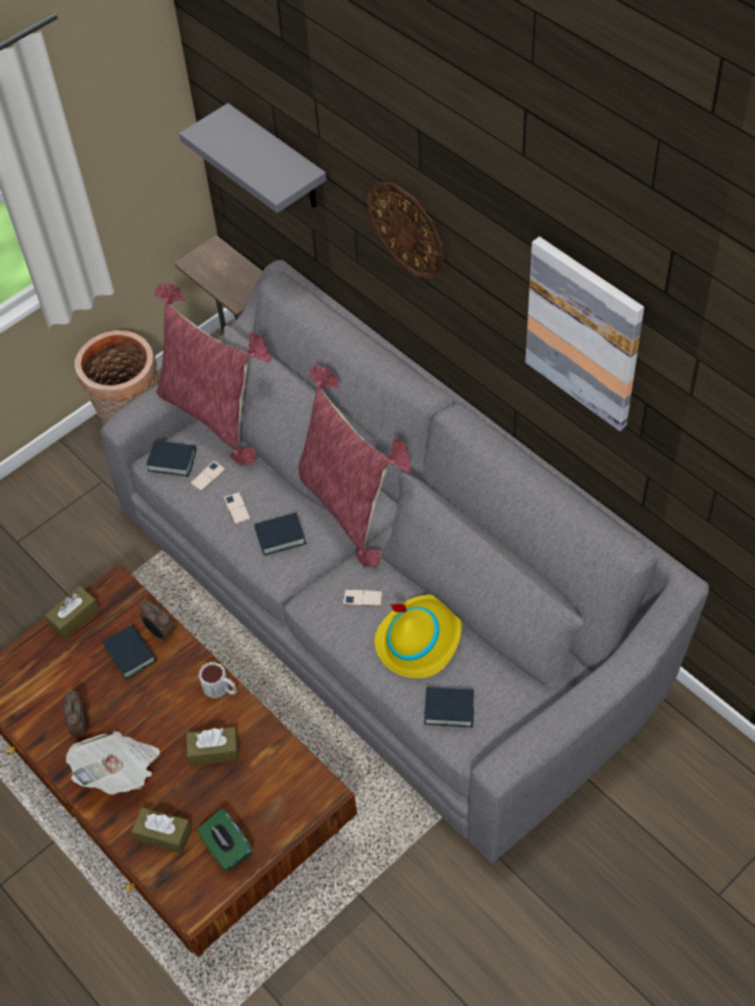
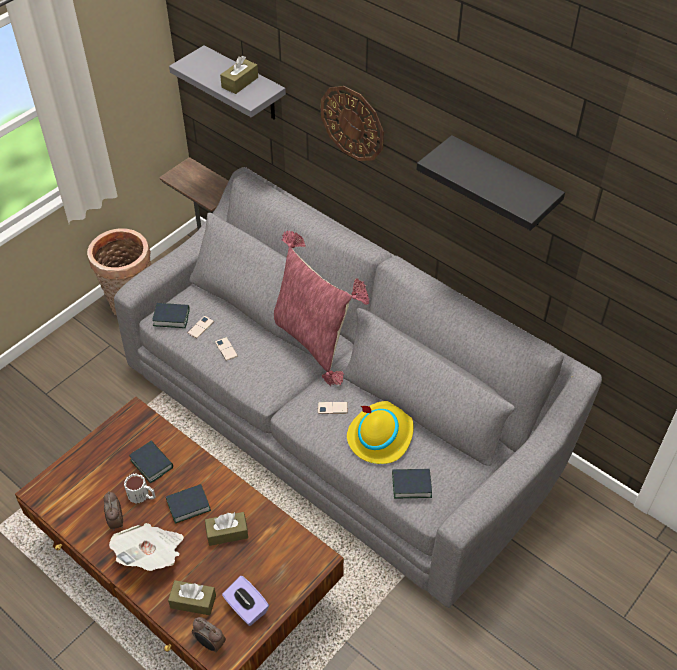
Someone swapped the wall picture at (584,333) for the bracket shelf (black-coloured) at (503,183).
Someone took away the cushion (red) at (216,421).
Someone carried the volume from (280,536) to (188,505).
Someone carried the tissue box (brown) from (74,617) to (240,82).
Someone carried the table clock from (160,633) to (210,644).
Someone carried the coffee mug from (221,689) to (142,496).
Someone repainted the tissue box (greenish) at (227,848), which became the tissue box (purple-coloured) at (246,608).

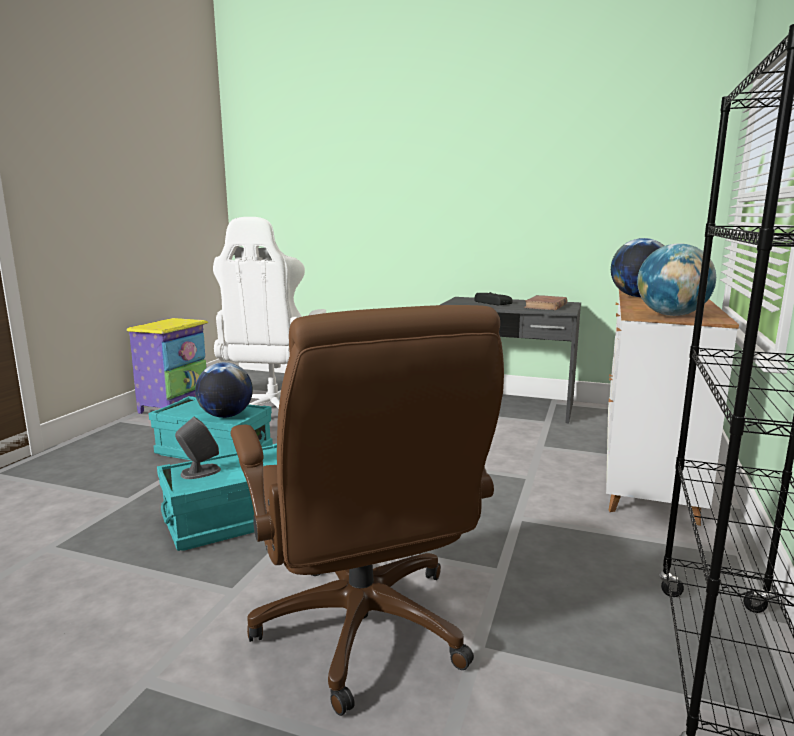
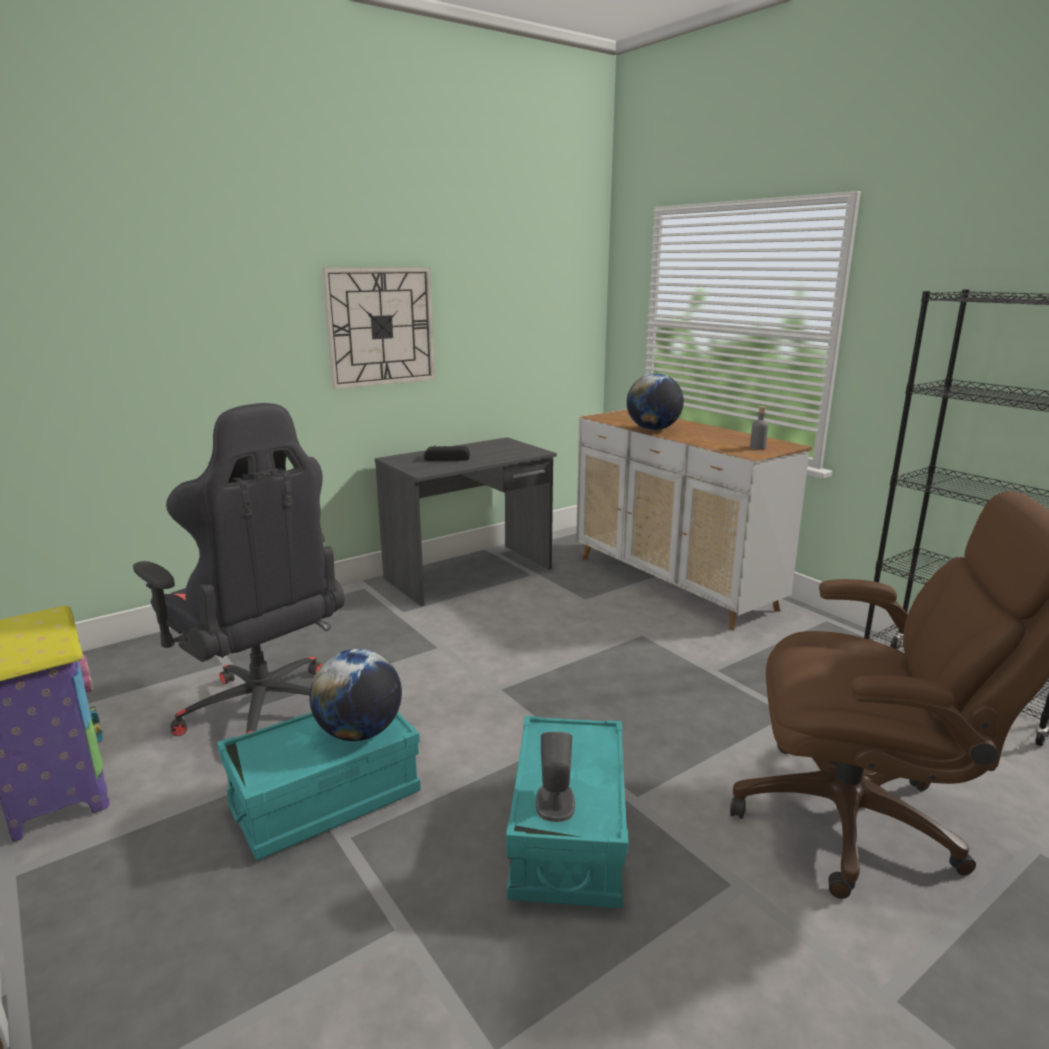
Someone repainted the computer chair (white-coloured) at (274,415), which became the computer chair (black-coloured) at (262,709).
Someone swapped the desk globe at (671,315) for the beverage bottle (greyish) at (757,447).
Someone took away the volume (brown) at (545,306).
Someone put up the wall clock at (381,327).

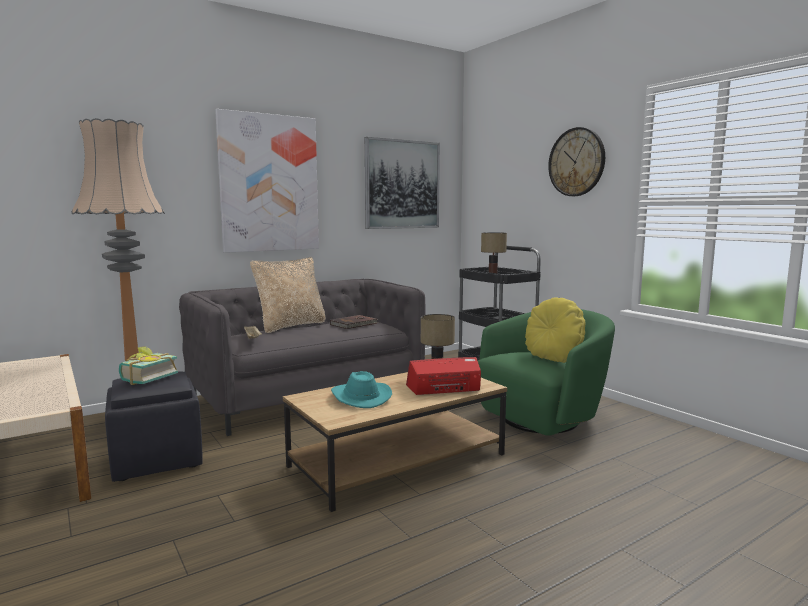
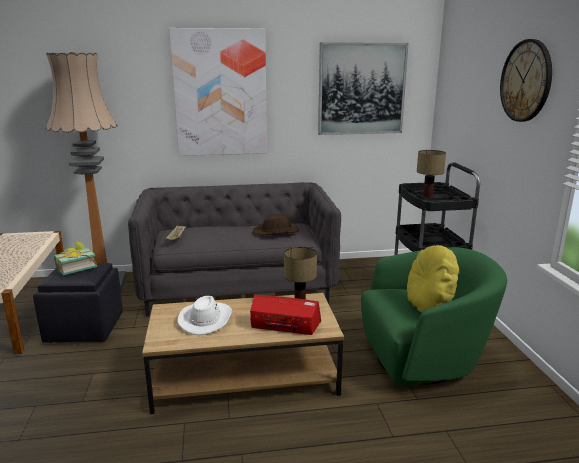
Someone took away the cushion (beige-coloured) at (292,327).
Someone swapped the volume (brown) at (354,324) for the wearable hat (brown) at (276,232).
Someone repainted the wearable hat (turquoise) at (360,397), which became the wearable hat (white-coloured) at (205,319).

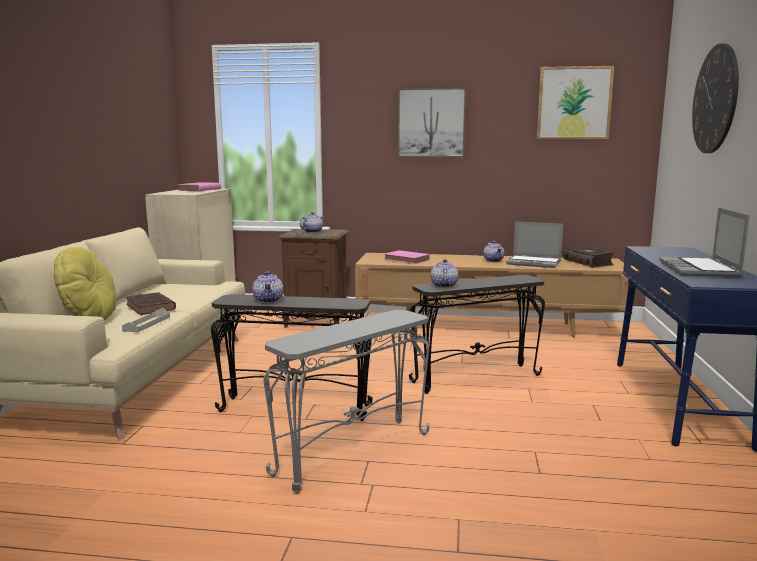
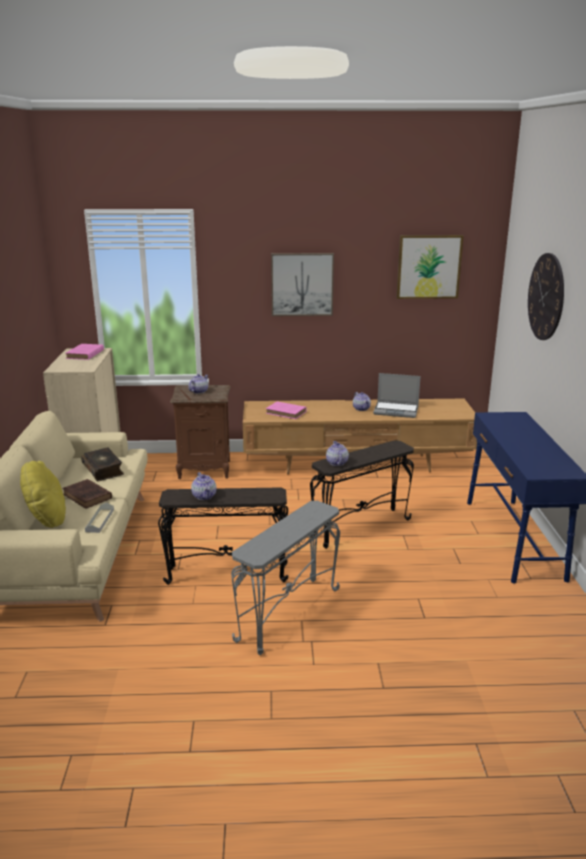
Someone took away the portable computer at (700,269).
Someone carried the volume from (588,262) to (103,470).

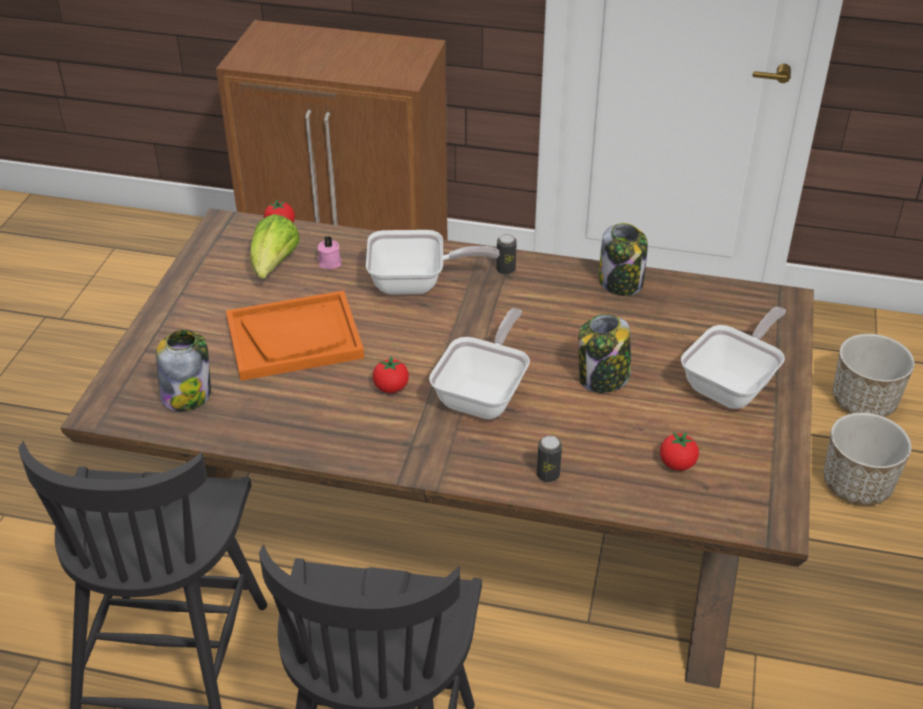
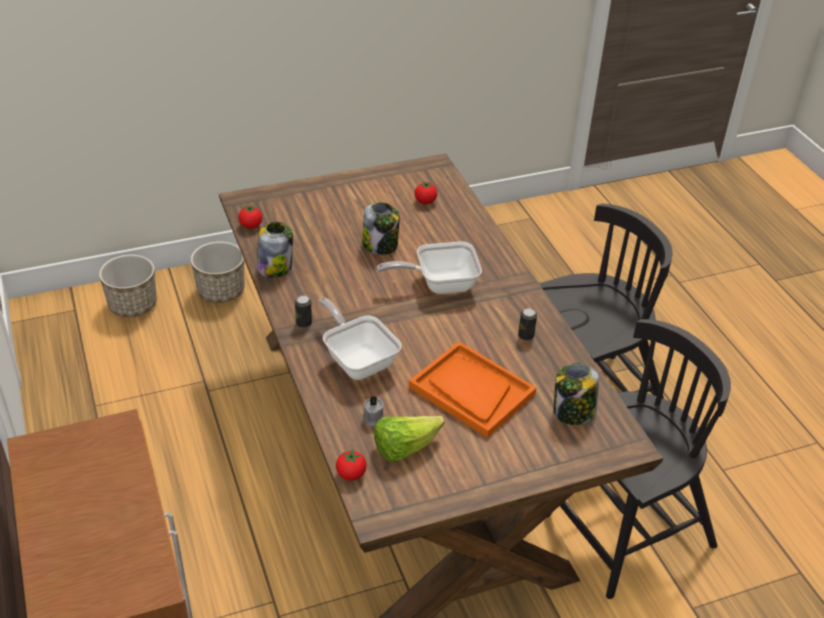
Someone repainted the candle (pink-coloured) at (329,262), which became the candle (greyish) at (372,418).
Someone took away the frying pan at (733,384).
Someone carried the fresh tomato from (391,388) to (251,226).
Someone carried the can from (548,475) to (525,336).

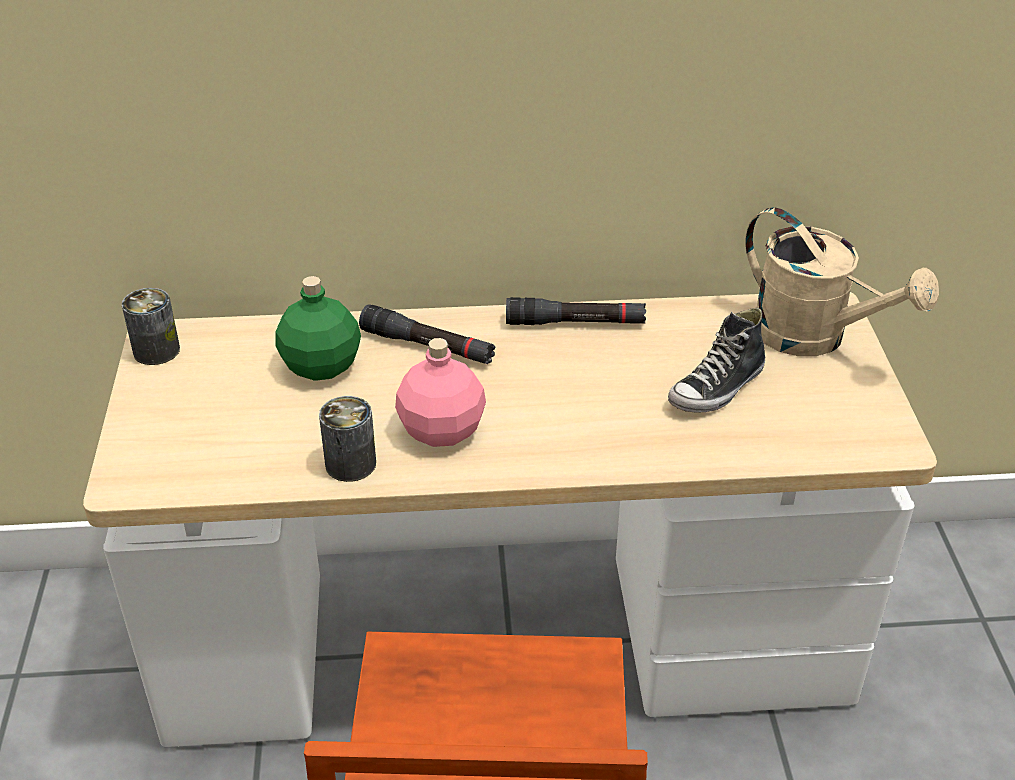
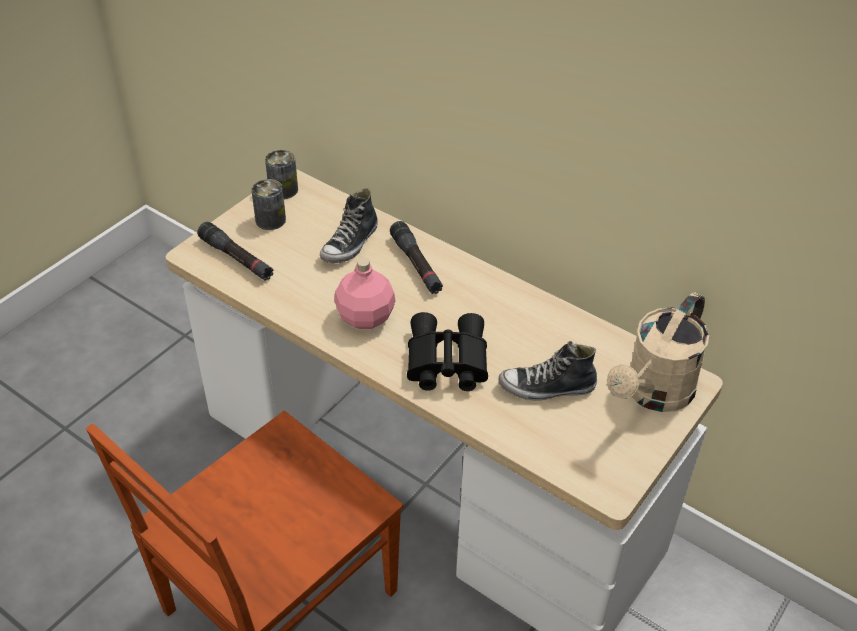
Someone rotated the watering can (beige-coloured) at (814,337) by 45 degrees clockwise.
Someone swapped the beverage bottle (greenish) at (322,365) for the shoe at (350,244).
Someone carried the torch (black-coloured) from (575,323) to (236,258).
Someone carried the can from (350,464) to (270,220).
Someone put down the pair of binoculars (black-coloured) at (445,362).

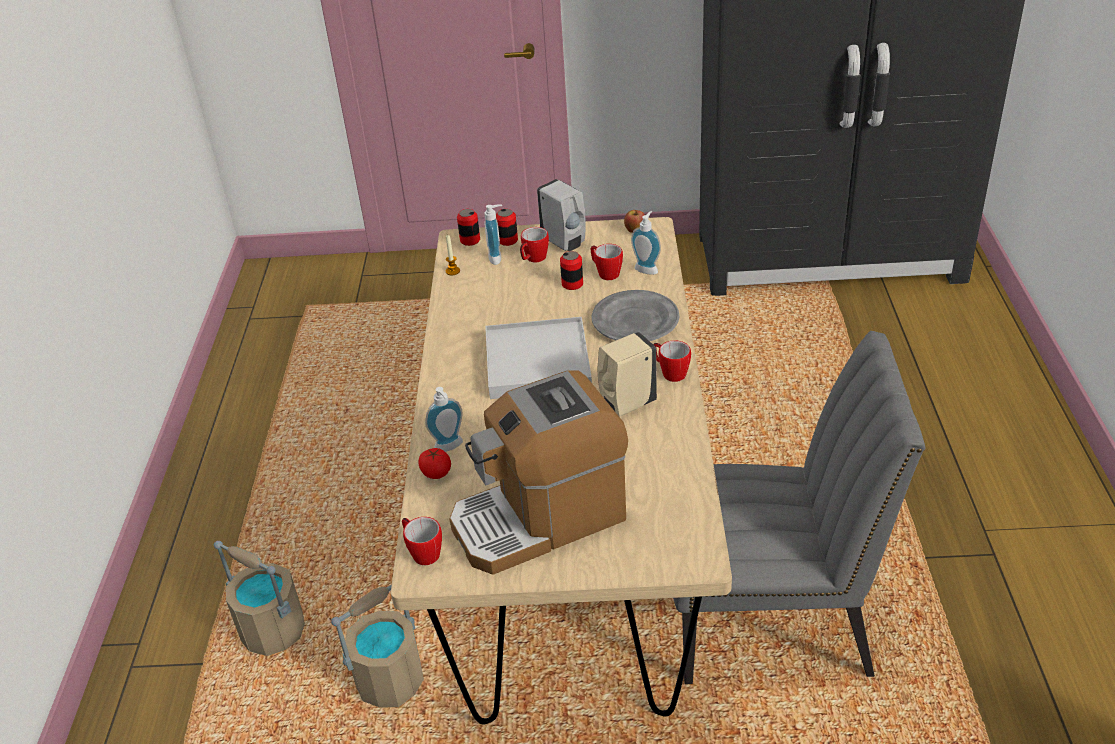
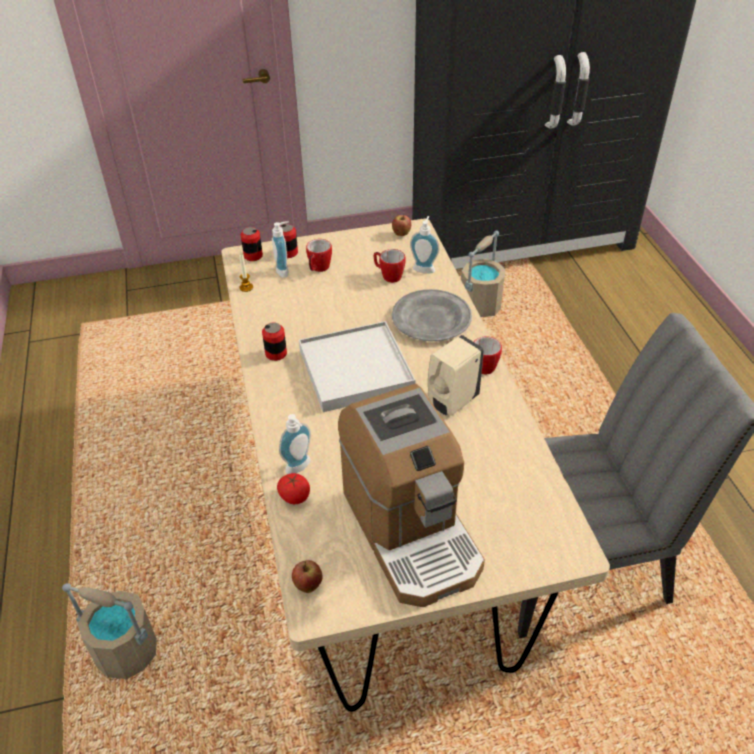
Someone took away the liquid soap bottle (white-coloured) at (564,242).
Someone carried the can from (572,284) to (276,354).
Someone rotated the coffee brewer at (540,518) by 75 degrees counterclockwise.
Someone swapped the coffee mug at (422,552) for the apple fruit at (308,586).
Someone carried the bucket (beige-coloured) from (390,680) to (480,305).

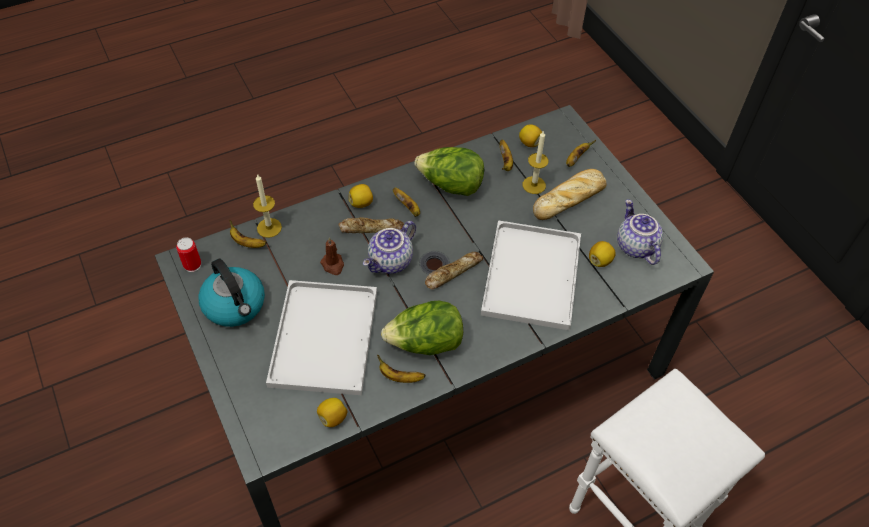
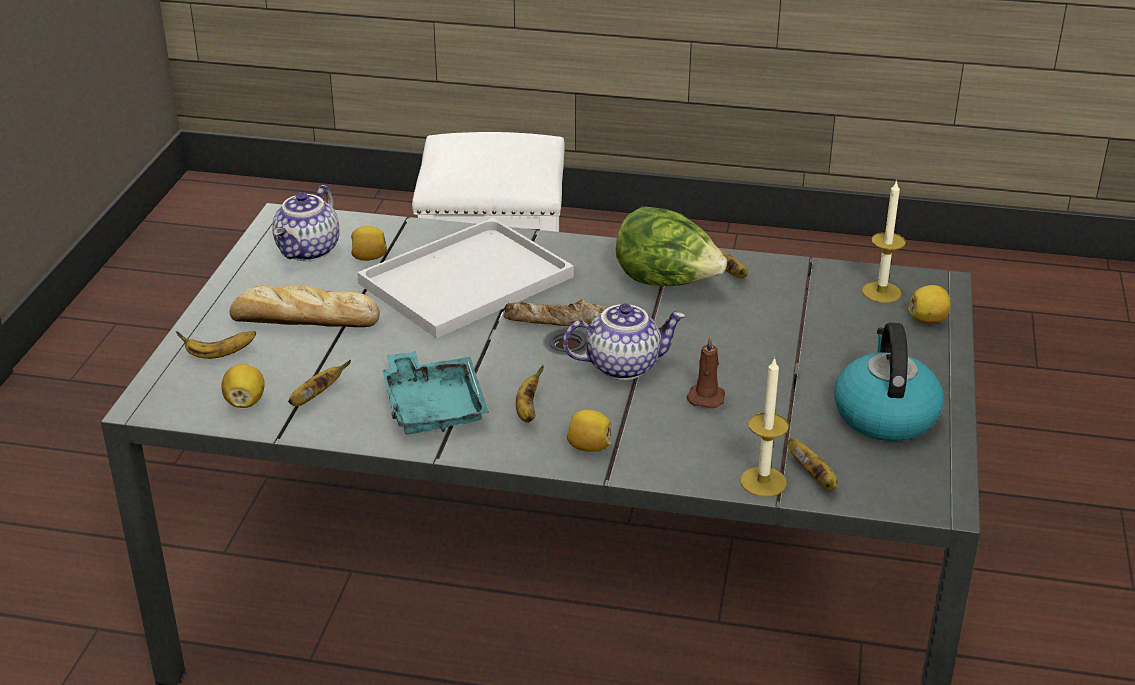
Someone carried the candle from (534,185) to (881,292).
Someone swapped the lettuce at (450,185) for the tray (turquoise) at (433,407).
Someone took away the bread at (371,228).
Someone took away the can at (192,265).
Someone took away the tray (white-coloured) at (325,340).
Someone carried the lemon from (332,418) to (928,320).

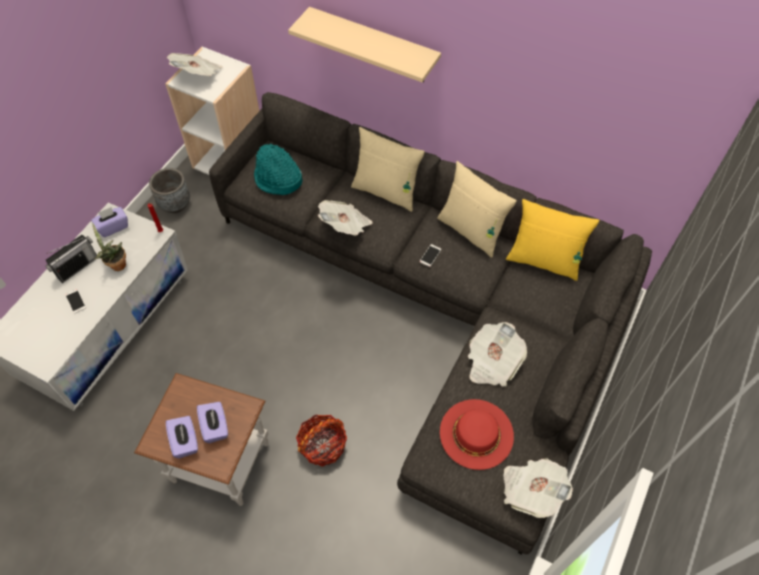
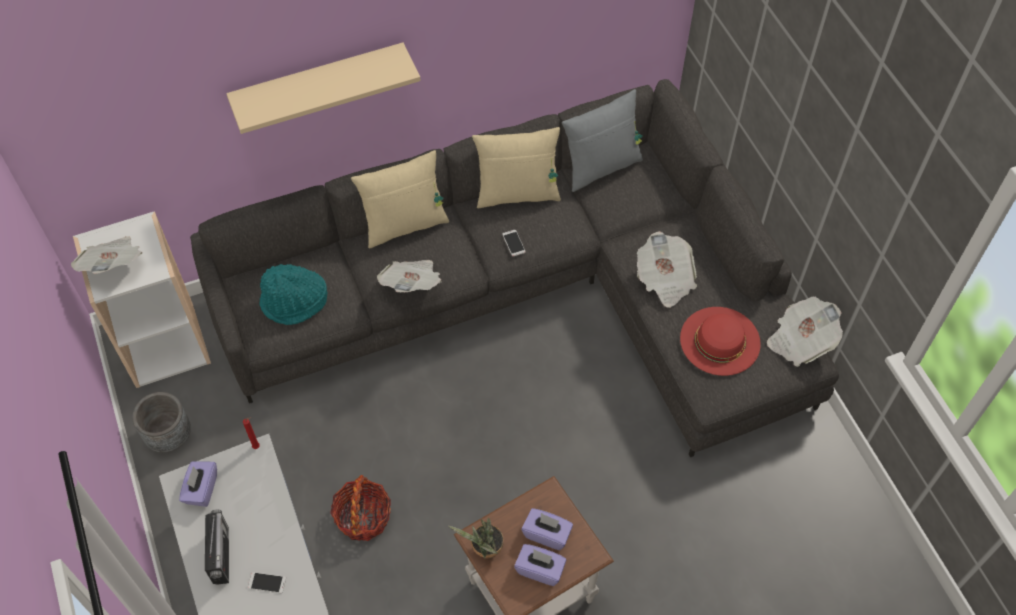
Someone repainted the cushion (yellowish) at (543,261), which became the cushion (greyish) at (601,168).
Someone carried the plant in a pot from (116,264) to (484,551).
Someone carried the storage basket from (323,445) to (363,517).

